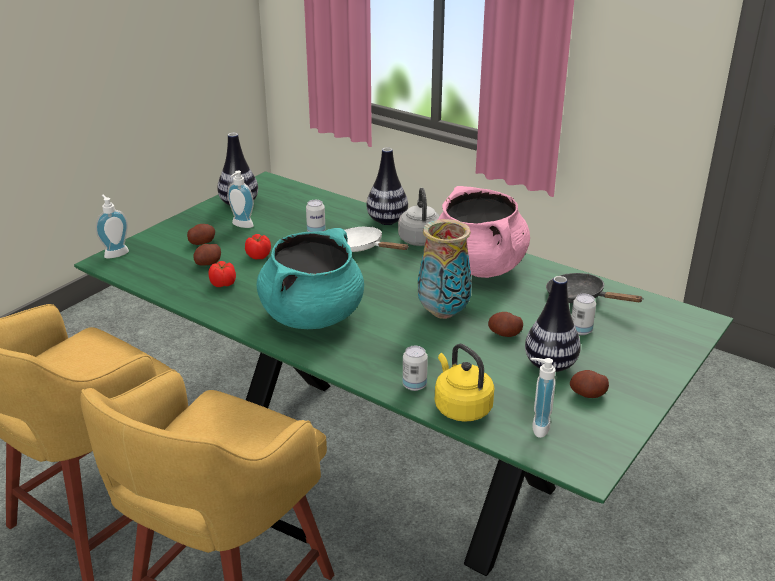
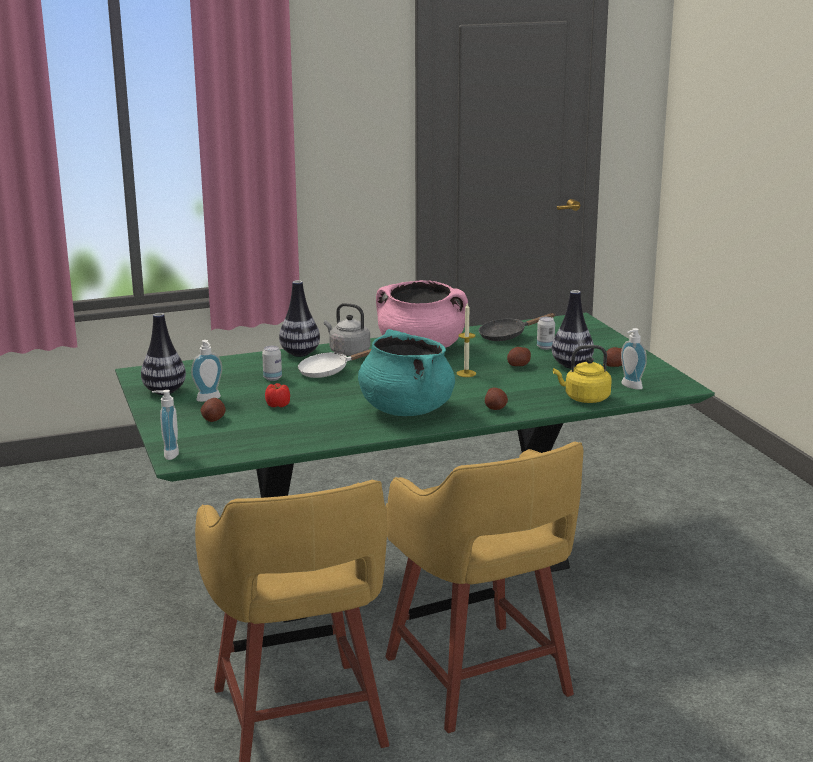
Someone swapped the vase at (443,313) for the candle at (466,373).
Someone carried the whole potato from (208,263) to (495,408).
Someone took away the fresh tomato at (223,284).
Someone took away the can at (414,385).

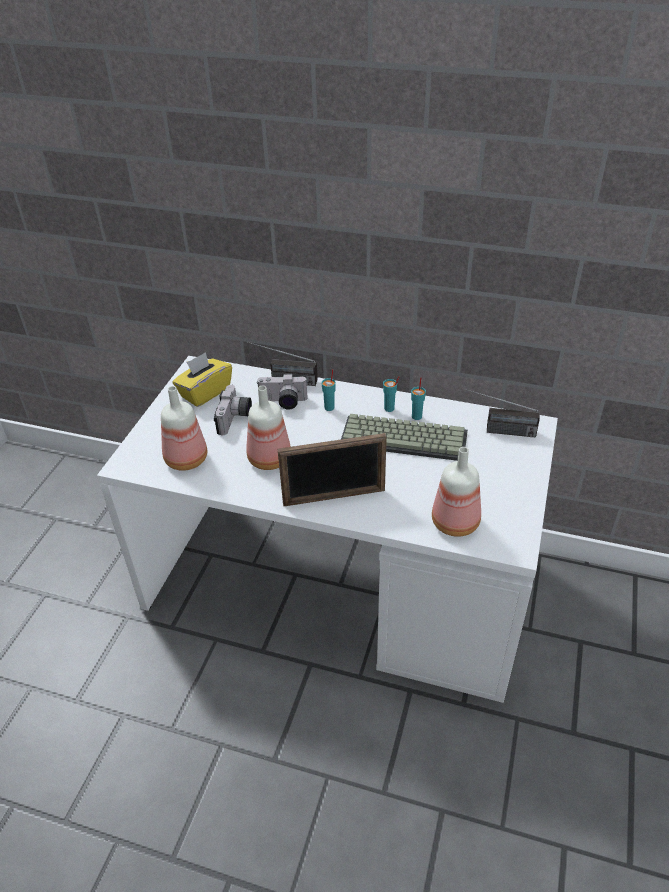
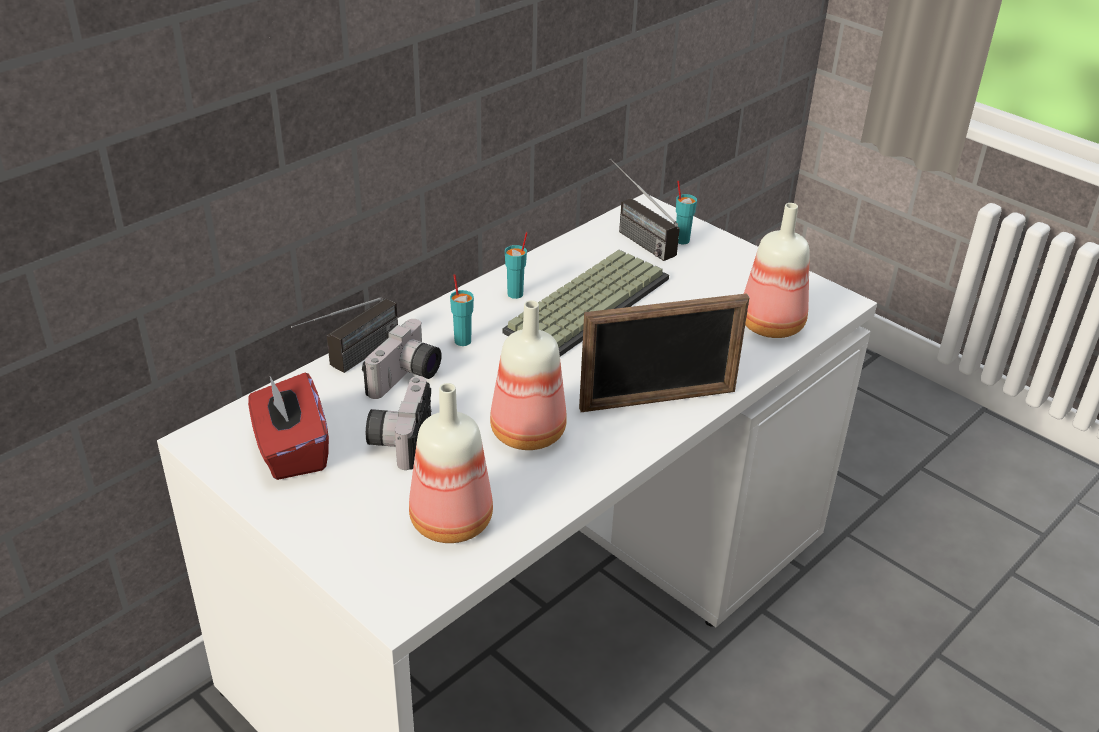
Someone repainted the tissue box (yellowish) at (205,392), which became the tissue box (red) at (291,450).
Someone carried the cup (turquoise) from (417,416) to (682,240).
Someone rotated the photo camera at (235,419) by 120 degrees counterclockwise.
Someone rotated the radio set at (497,430) by 105 degrees clockwise.
Someone rotated the photo frame at (334,497) by 60 degrees clockwise.

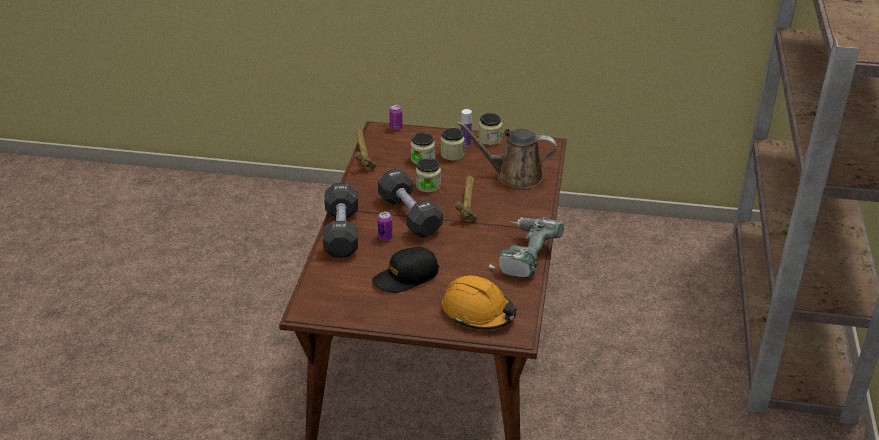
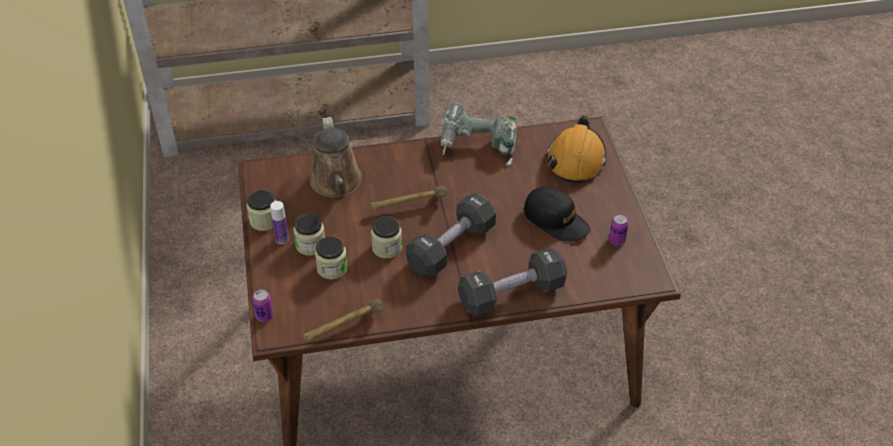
Someone carried the can from (385,237) to (616,240).

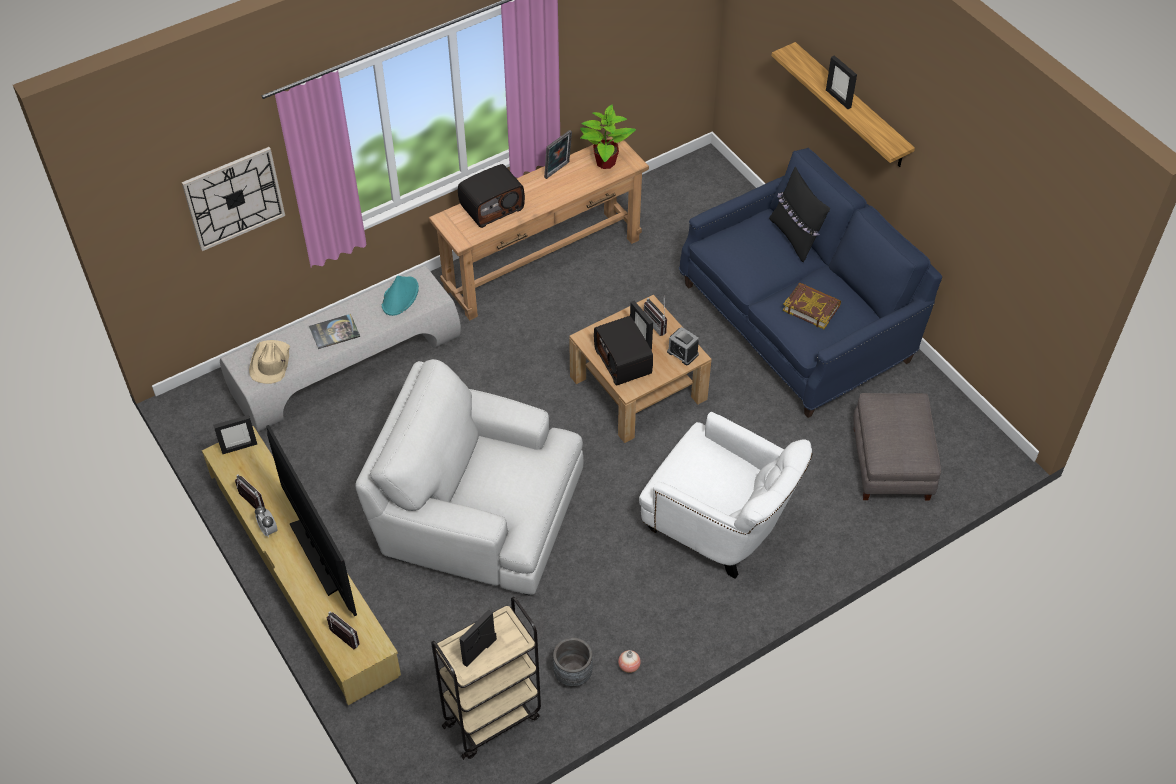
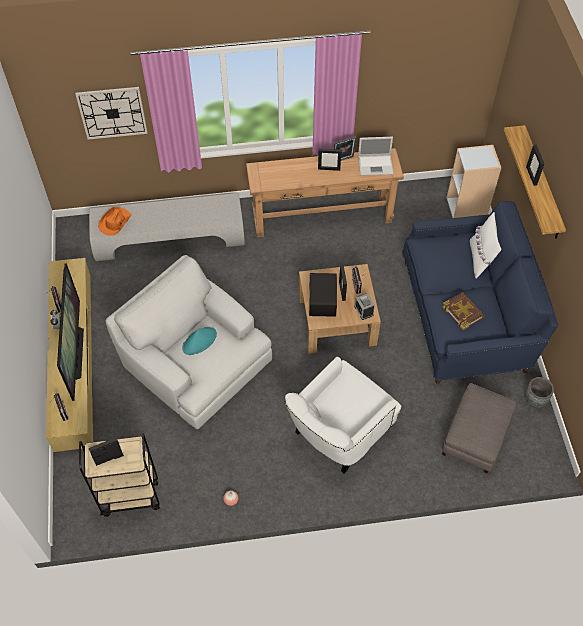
Someone swapped the plant in a pot at (605,162) for the portable computer at (376,165).
Someone took away the radio set at (492,207).
Someone repainted the cushion (black-coloured) at (795,237), which became the cushion (white-coloured) at (480,259).
Someone carried the wearable hat (turquoise) from (400,296) to (199,341).
Someone took away the volume at (334,332).
Someone repainted the wearable hat (beige-coloured) at (270,363), which became the wearable hat (orange-coloured) at (114,222).
Someone rotated the armchair (white-coloured) at (720,524) by 75 degrees clockwise.
Someone carried the photo frame from (239,447) to (329,168).
Someone carried the plant pot (greyish) from (573,674) to (535,400).
Someone put down the bookcase at (467,207).

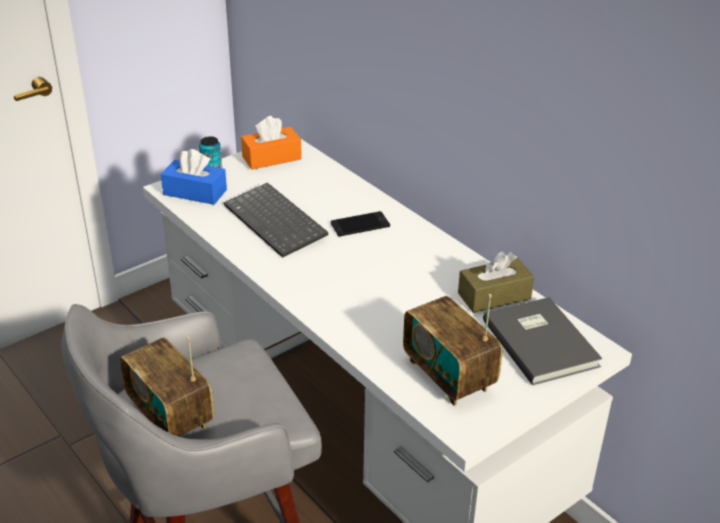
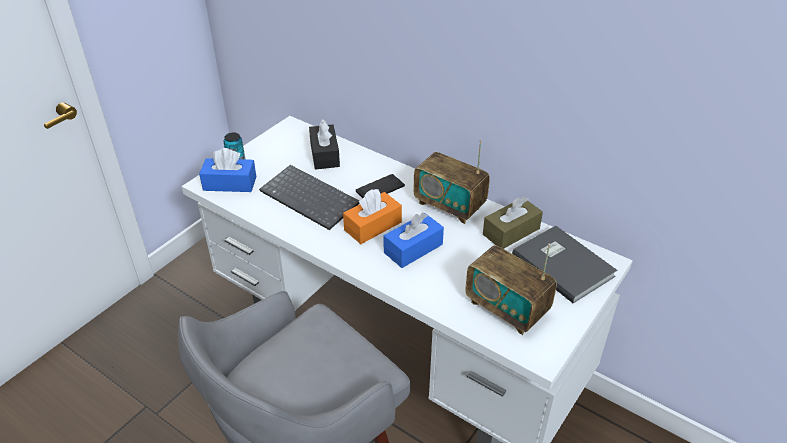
Someone carried the tissue box (orange-coloured) from (271,158) to (373,226).
Someone carried the radio set from (171,415) to (449,206).
Someone put down the tissue box (black-coloured) at (324,155).
Someone put down the tissue box (bluish) at (413,248).

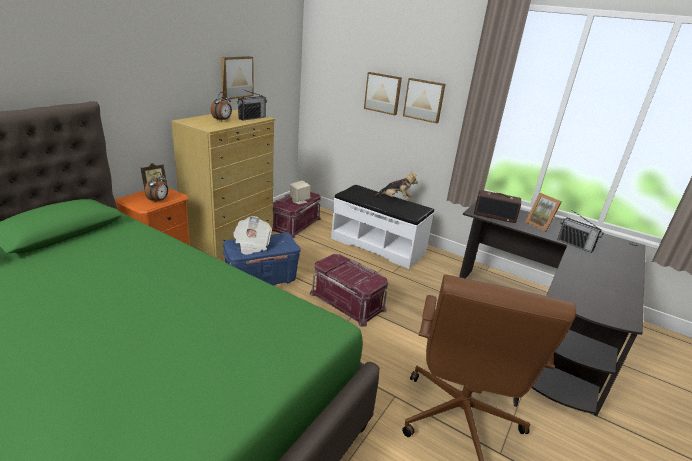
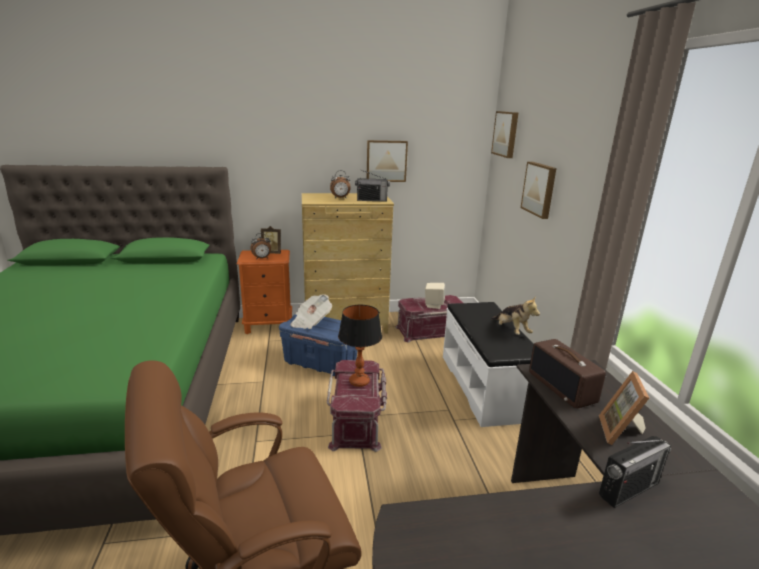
Someone carried the wall picture from (424,100) to (506,134).
Someone rotated the radio set at (575,245) by 120 degrees counterclockwise.
Someone put down the tabletop lamp at (359,381).

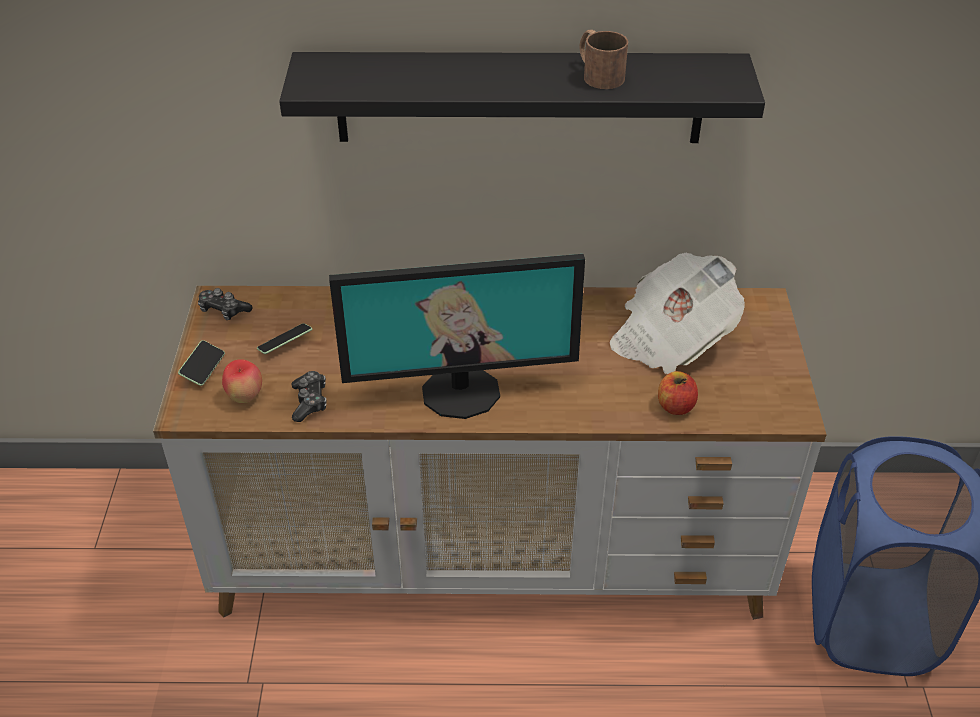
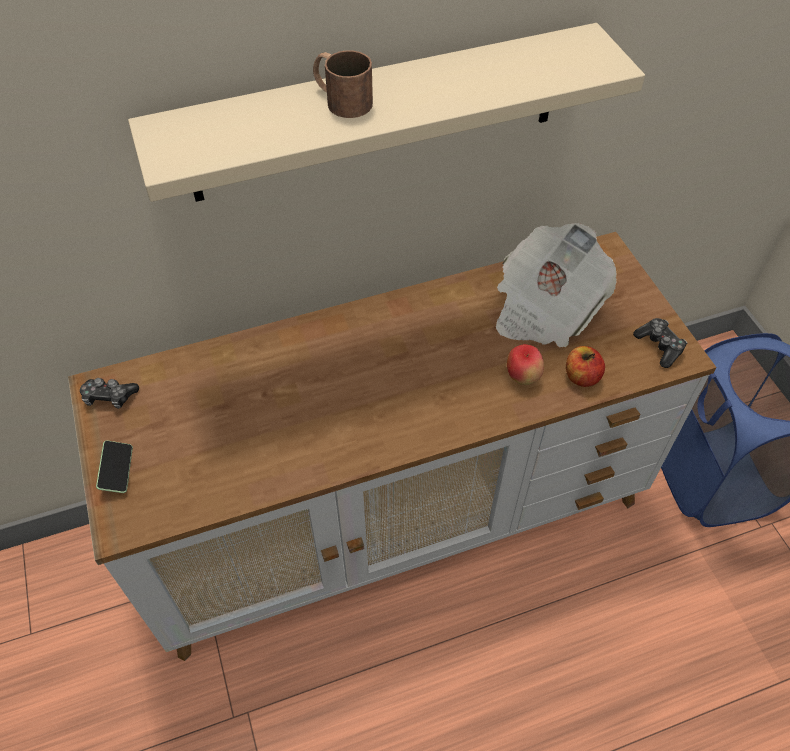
Someone carried the coffee mug (brown) from (597,73) to (341,99).
Someone repainted the bracket shelf (black-coloured) at (519,97), which became the bracket shelf (beige-coloured) at (377,114).
Someone took away the monitor at (461,391).
Someone took away the telephone at (285,344).
Someone carried the apple fruit from (245,397) to (522,377).
Someone carried the gamepad from (309,401) to (659,346).

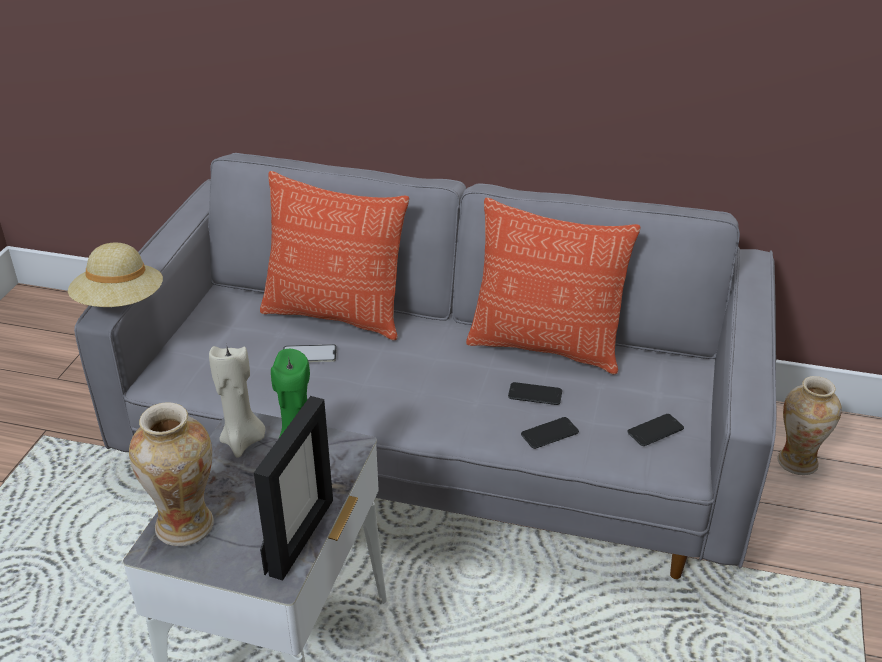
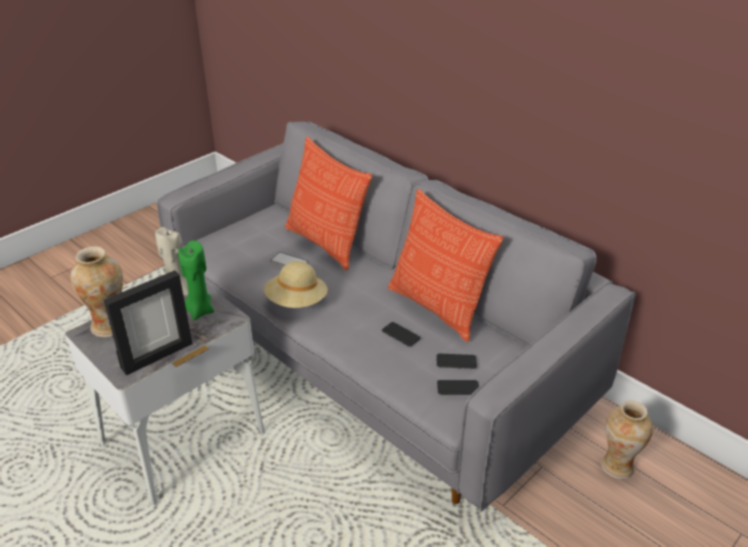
Someone carried the wearable hat (beige-coloured) from (120,303) to (296,302).
Someone carried the telephone from (549,433) to (456,362).

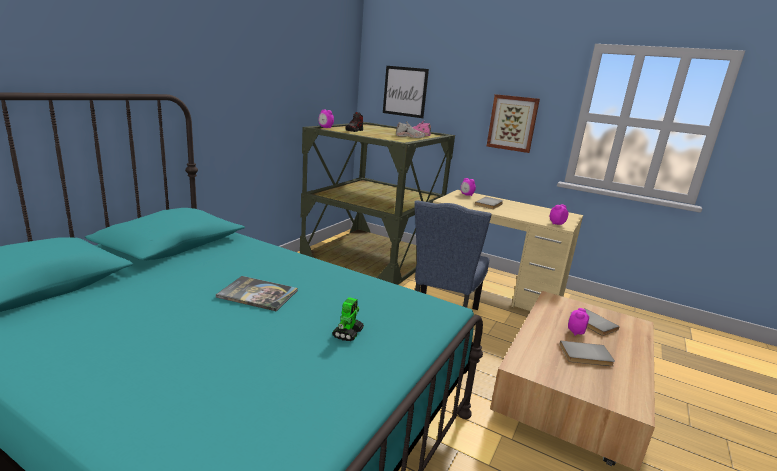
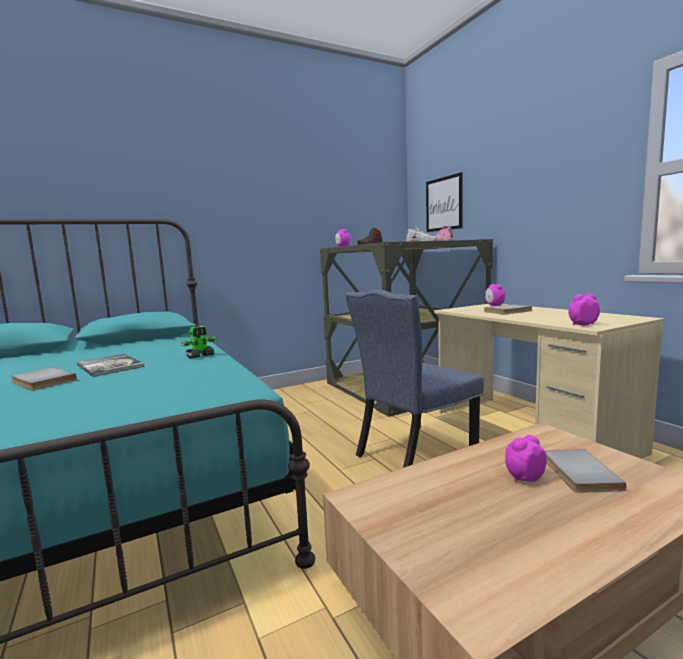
Someone took away the wall picture at (512,123).
Someone carried the robot figure from (348,333) to (200,356).
Someone carried the volume (greyish) from (586,356) to (41,381).

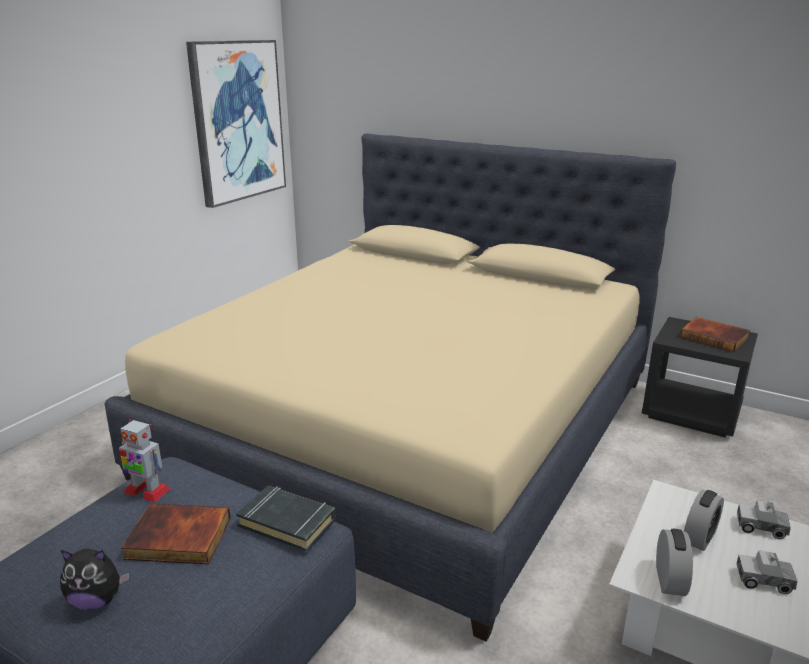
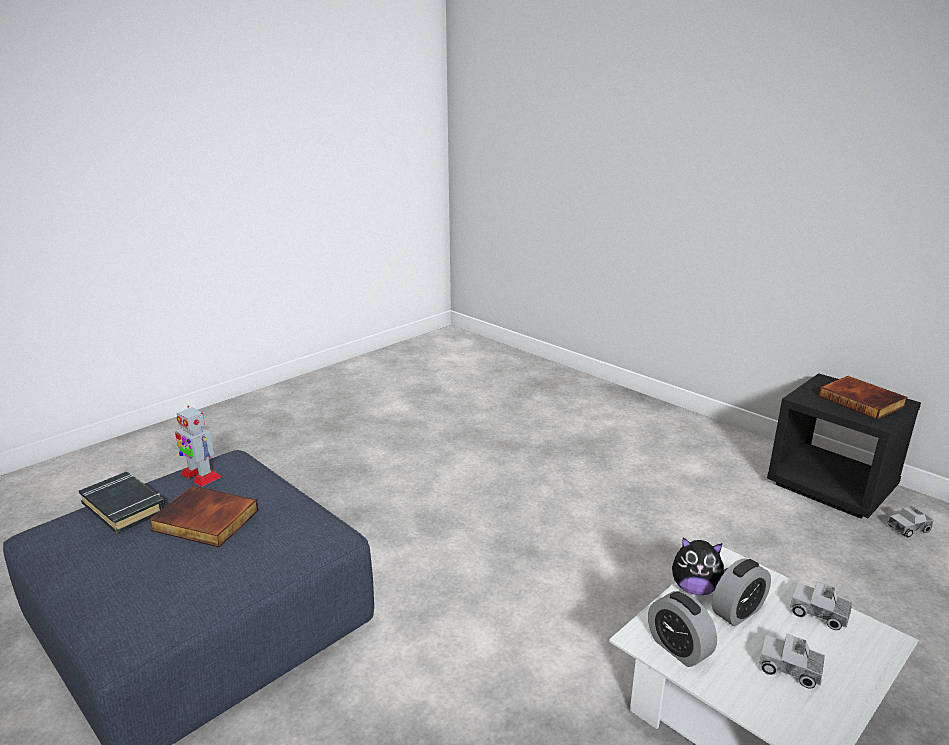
Someone took away the wall picture at (237,121).
Someone took away the bedroom bed (beige-coloured) at (411,426).
Someone carried the volume (black-coloured) from (287,522) to (124,507).
Someone rotated the table clock at (669,580) by 120 degrees clockwise.
Someone carried the soft toy from (97,600) to (694,588).
Someone put down the model truck at (908,528).

